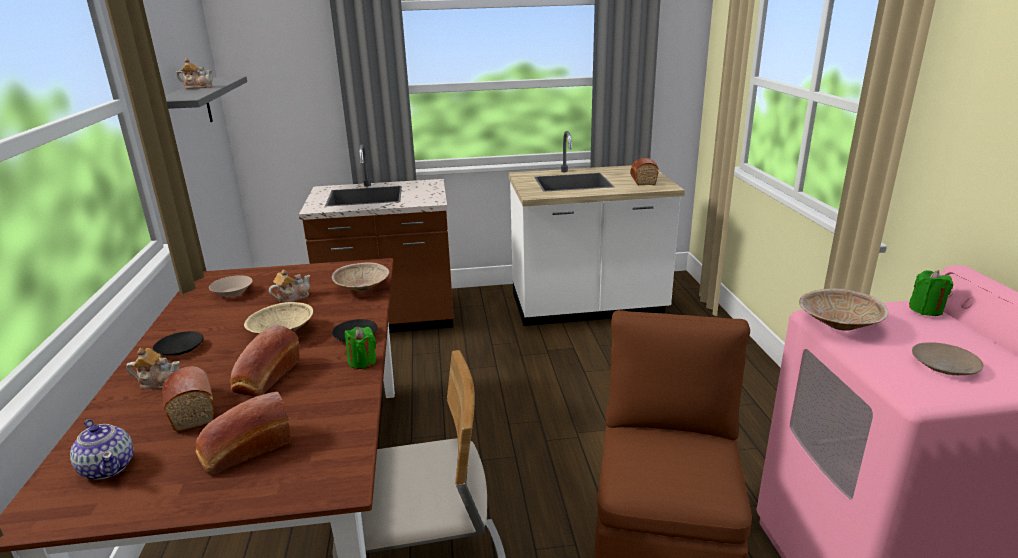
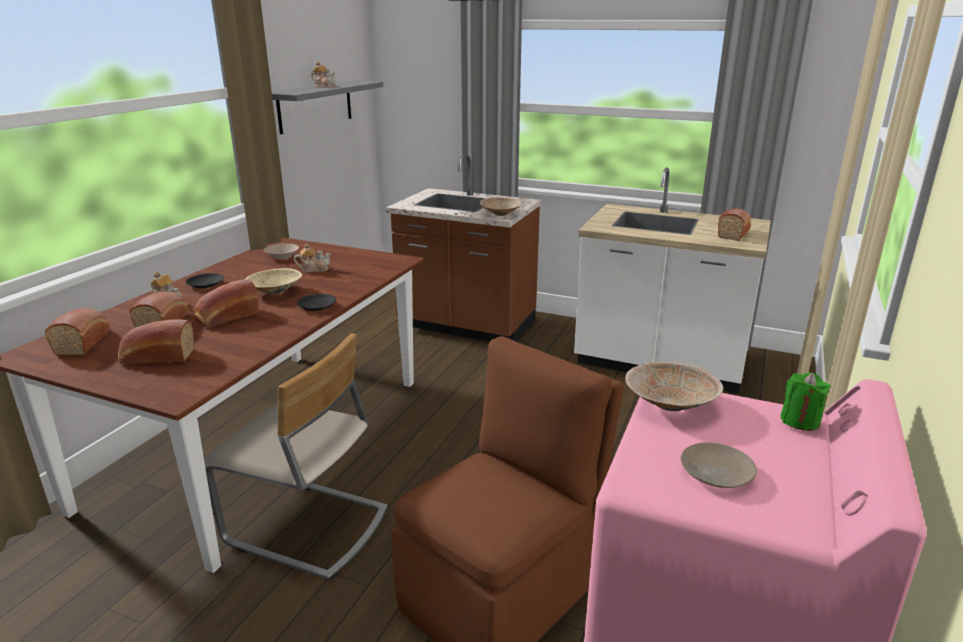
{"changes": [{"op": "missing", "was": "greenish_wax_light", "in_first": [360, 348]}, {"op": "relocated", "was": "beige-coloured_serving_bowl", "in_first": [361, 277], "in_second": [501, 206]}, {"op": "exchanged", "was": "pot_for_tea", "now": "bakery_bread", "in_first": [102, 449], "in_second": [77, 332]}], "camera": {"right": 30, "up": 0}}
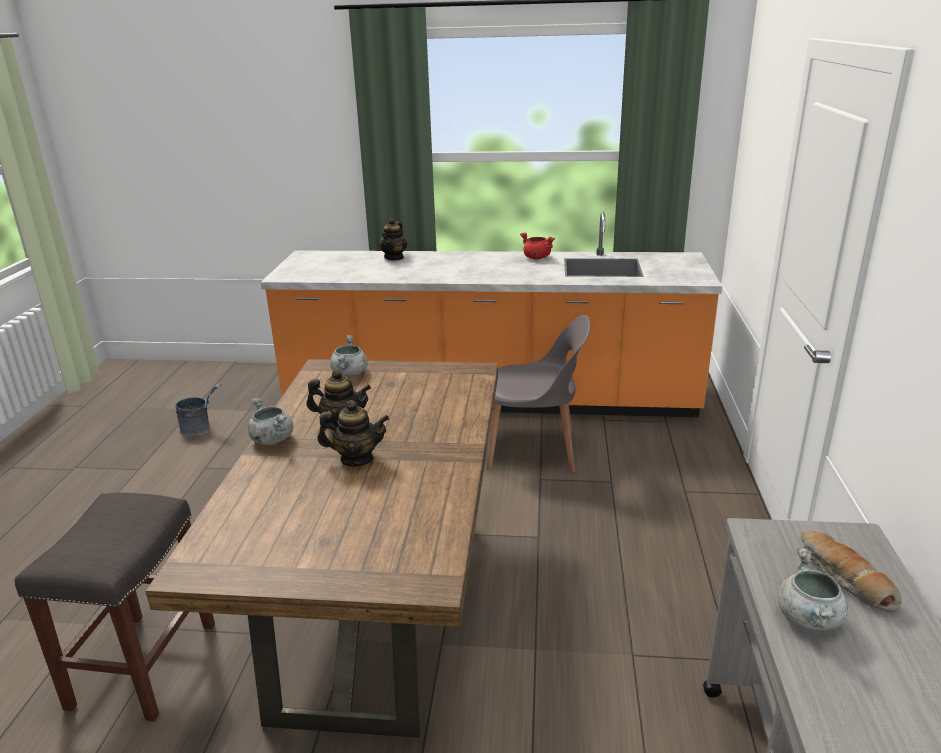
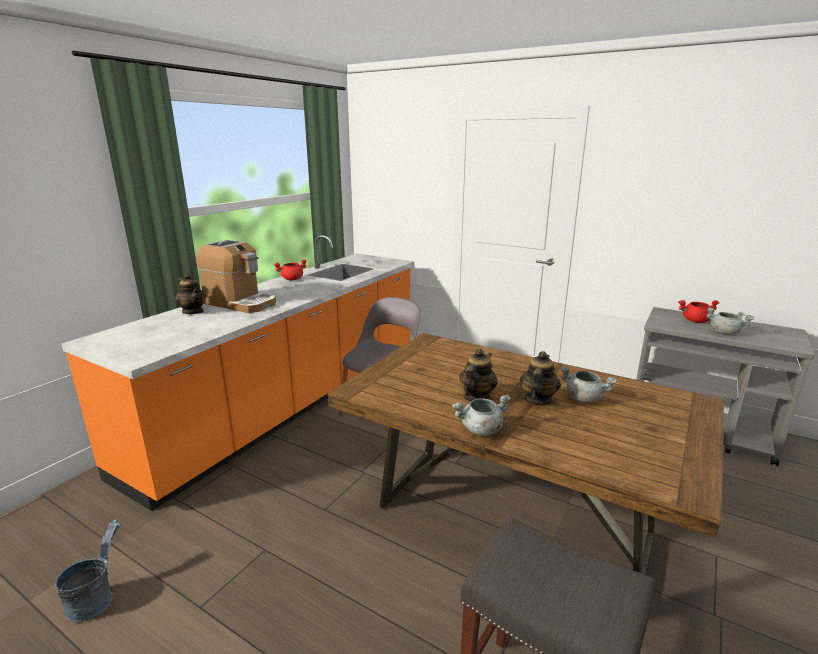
{"changes": [{"op": "appeared", "now": "coffee_machine", "in_second": [236, 276]}, {"op": "relocated", "was": "greyish_cooking_pot", "in_first": [348, 355], "in_second": [589, 384]}, {"op": "exchanged", "was": "bakery_bread", "now": "reddish_cooking_pot", "in_first": [851, 571], "in_second": [699, 311]}], "camera": {"right": -65, "up": -5}}
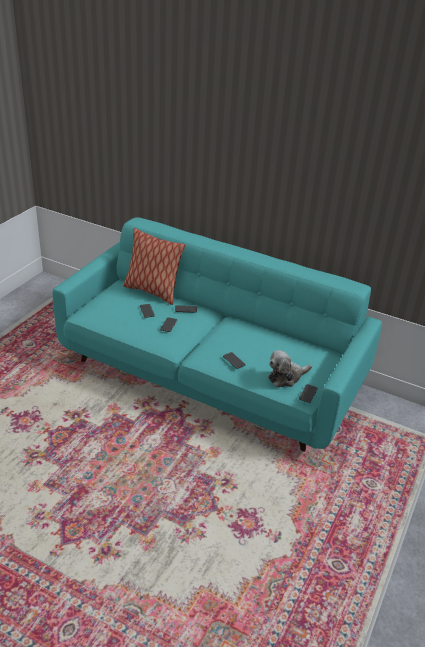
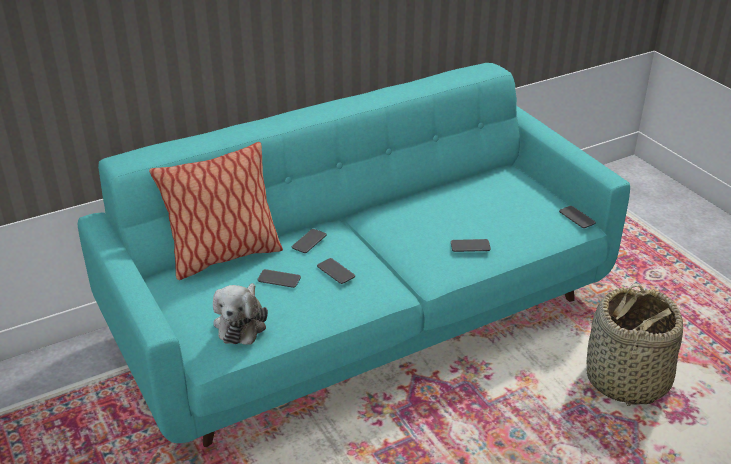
{"changes": [{"op": "appeared", "now": "household_basket", "in_second": [634, 344]}, {"op": "relocated", "was": "soft_toy", "in_first": [290, 368], "in_second": [240, 314]}], "camera": {"right": -55, "up": 0}}
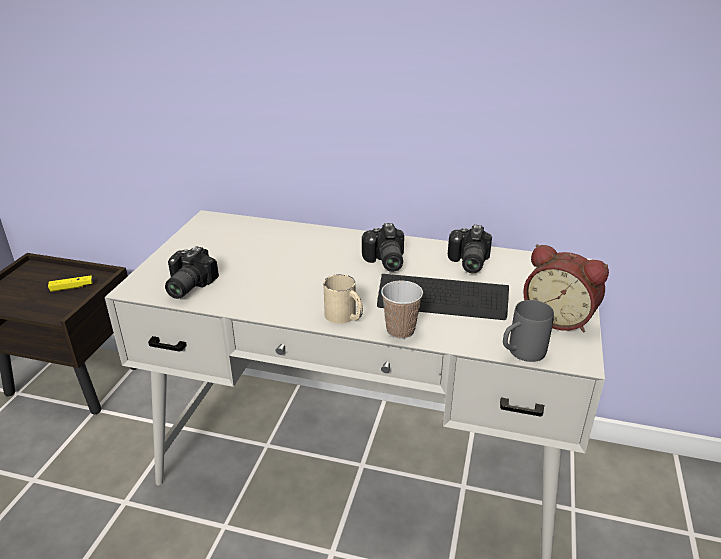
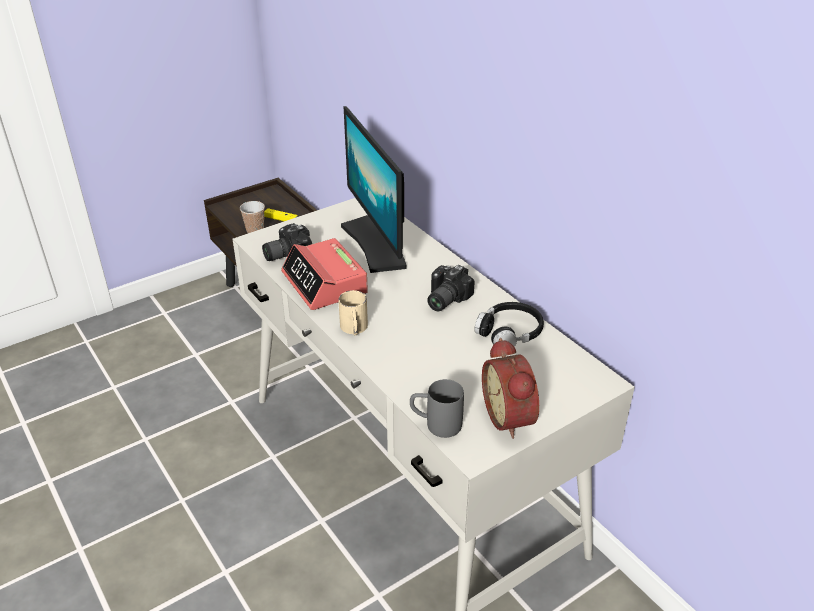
{"changes": [{"op": "missing", "was": "computer_keyboard", "in_first": [443, 297]}, {"op": "appeared", "now": "table_clock", "in_second": [324, 274]}, {"op": "appeared", "now": "monitor", "in_second": [374, 189]}, {"op": "relocated", "was": "small_cup", "in_first": [402, 309], "in_second": [252, 217]}, {"op": "exchanged", "was": "still_camera", "now": "black_headphones", "in_first": [470, 249], "in_second": [509, 324]}], "camera": {"right": 40, "up": 5}}
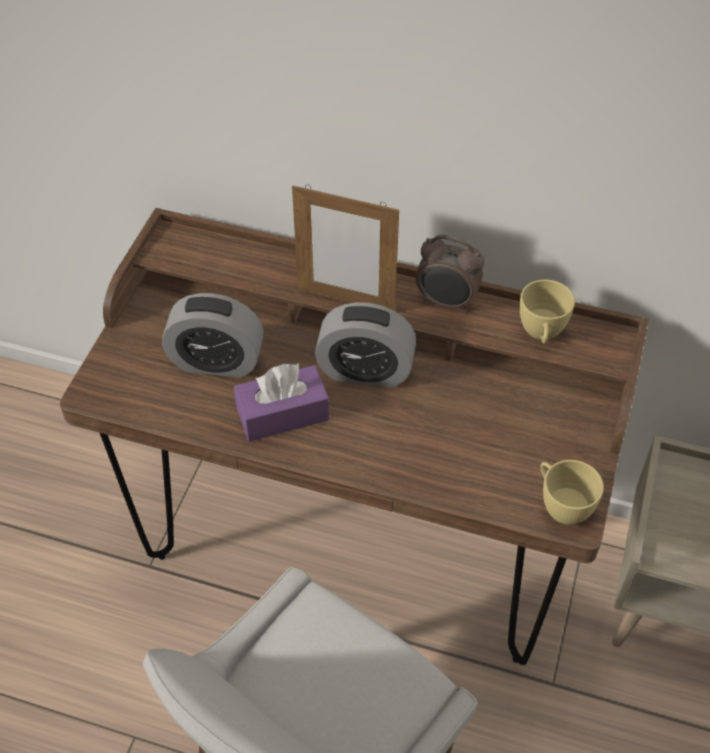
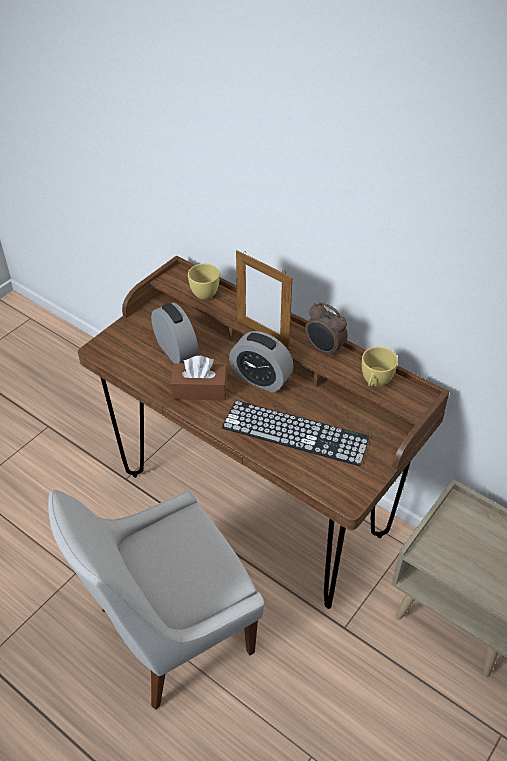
{"changes": [{"op": "appeared", "now": "computer_keyboard", "in_second": [296, 433]}, {"op": "relocated", "was": "yellow-coloured_small_cup", "in_first": [572, 492], "in_second": [204, 282]}, {"op": "colour", "was": "purple-coloured_box_of_tissues", "now": "brownish_box_of_tissues", "in_first": [281, 402], "in_second": [199, 378]}, {"op": "spun", "was": "table_clock", "in_first": [213, 335], "in_second": [174, 333], "clockwise": -150}], "camera": {"right": 20, "up": -5}}
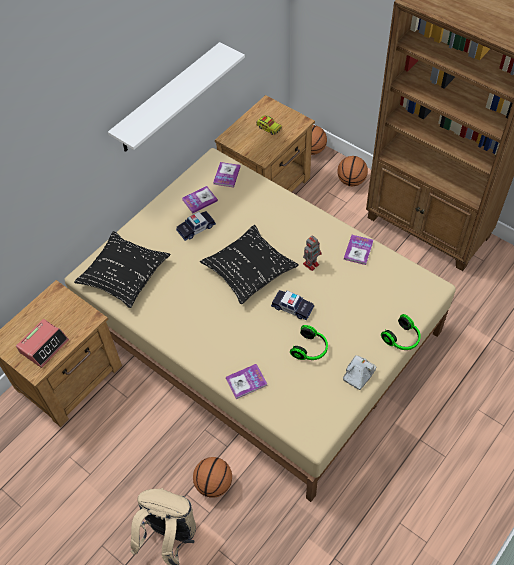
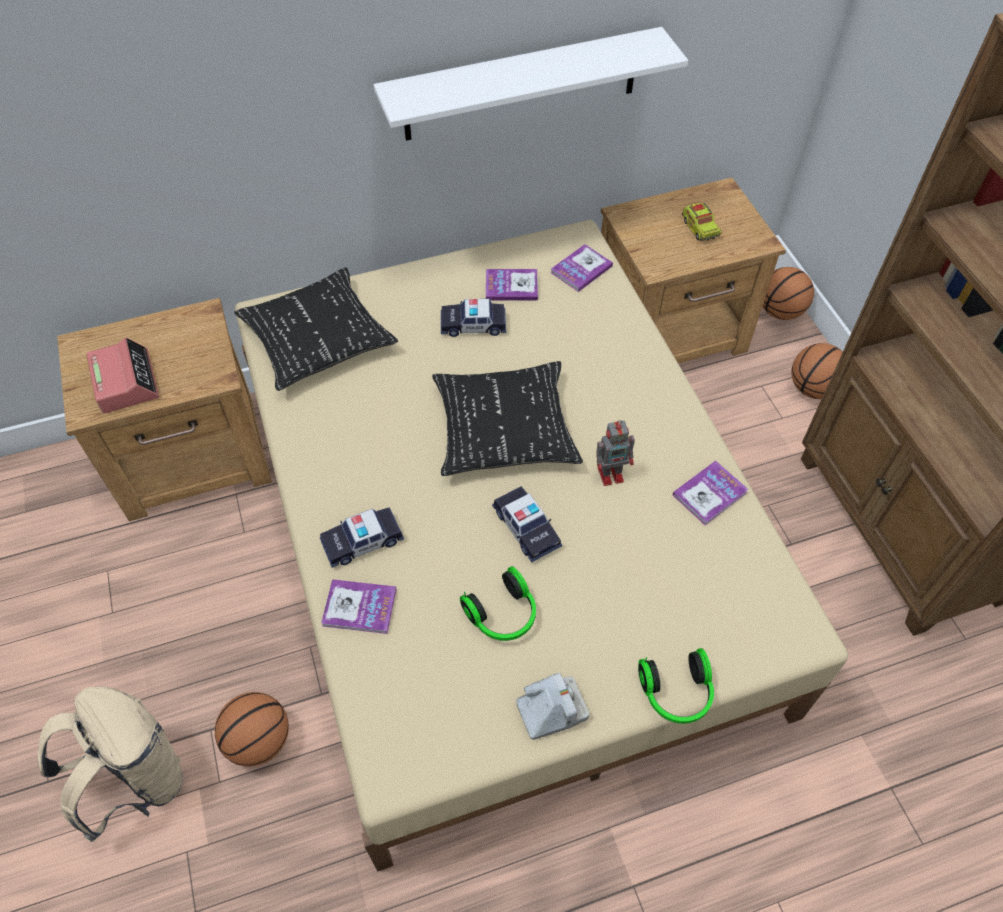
{"changes": [{"op": "appeared", "now": "toy_car", "in_second": [362, 537]}, {"op": "spun", "was": "table_clock", "in_first": [42, 343], "in_second": [122, 376], "clockwise": -90}], "camera": {"right": 30, "up": 0}}
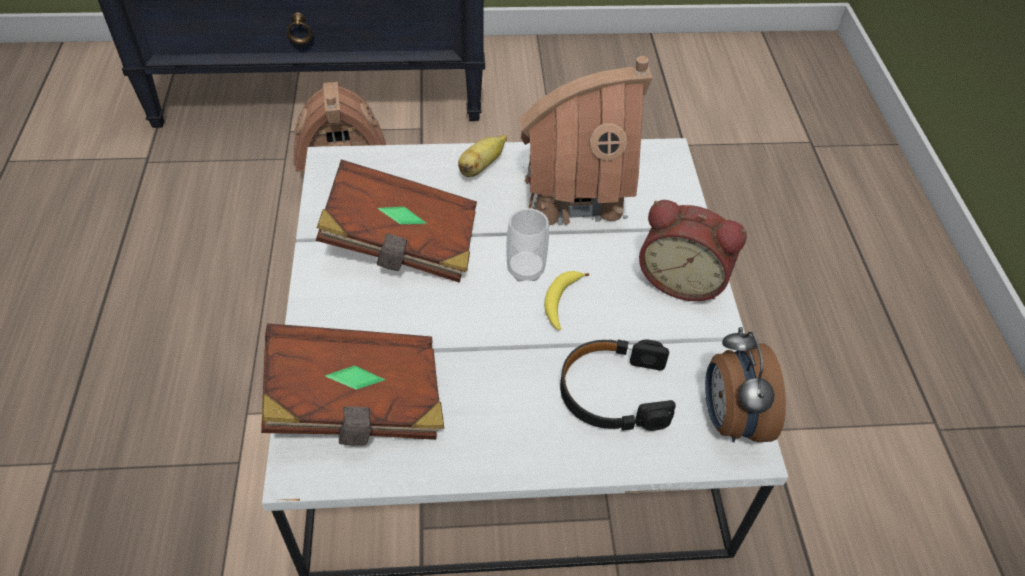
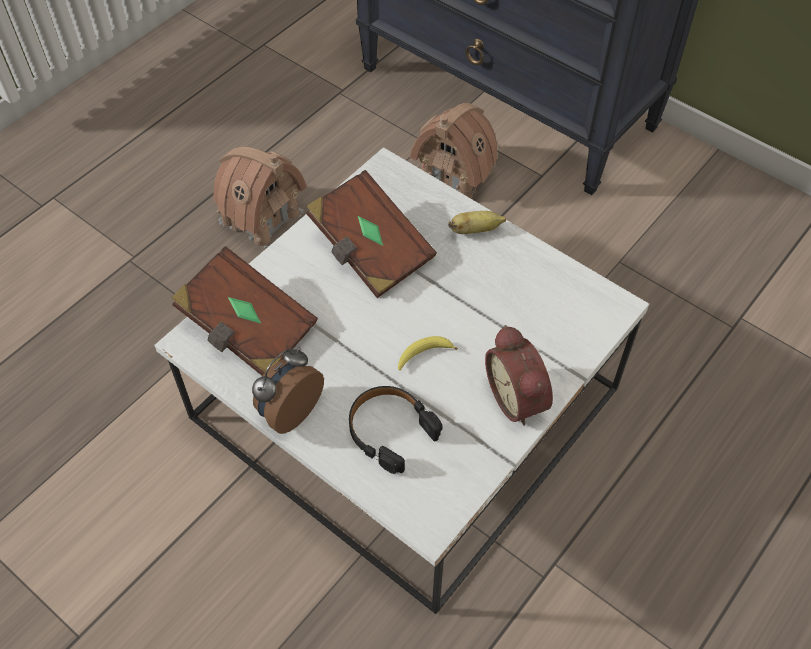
{"changes": [{"op": "missing", "was": "small_cup", "in_first": [527, 245]}, {"op": "relocated", "was": "model_house", "in_first": [586, 144], "in_second": [260, 197]}, {"op": "relocated", "was": "table_clock", "in_first": [745, 385], "in_second": [288, 391]}], "camera": {"right": 45, "up": 5}}
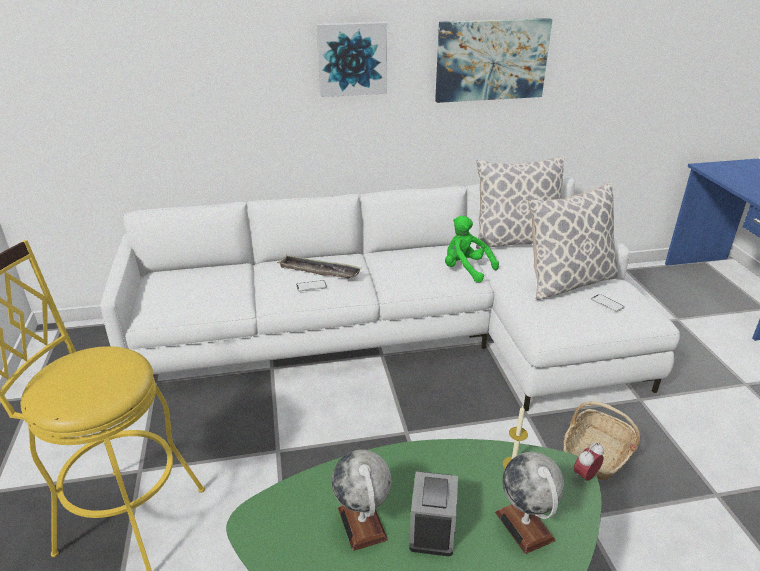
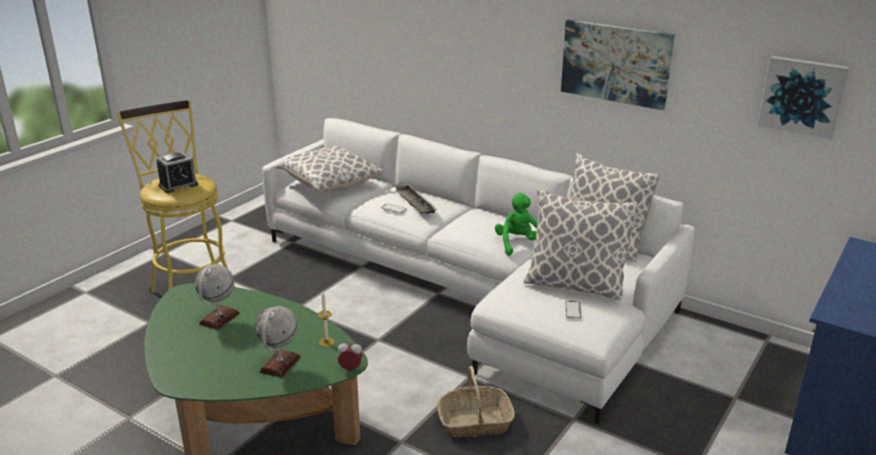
{"changes": [{"op": "appeared", "now": "pillow", "in_second": [329, 169]}, {"op": "relocated", "was": "wall_picture", "in_first": [352, 59], "in_second": [803, 97]}, {"op": "relocated", "was": "table_clock", "in_first": [433, 514], "in_second": [177, 172]}], "camera": {"right": 45, "up": -5}}
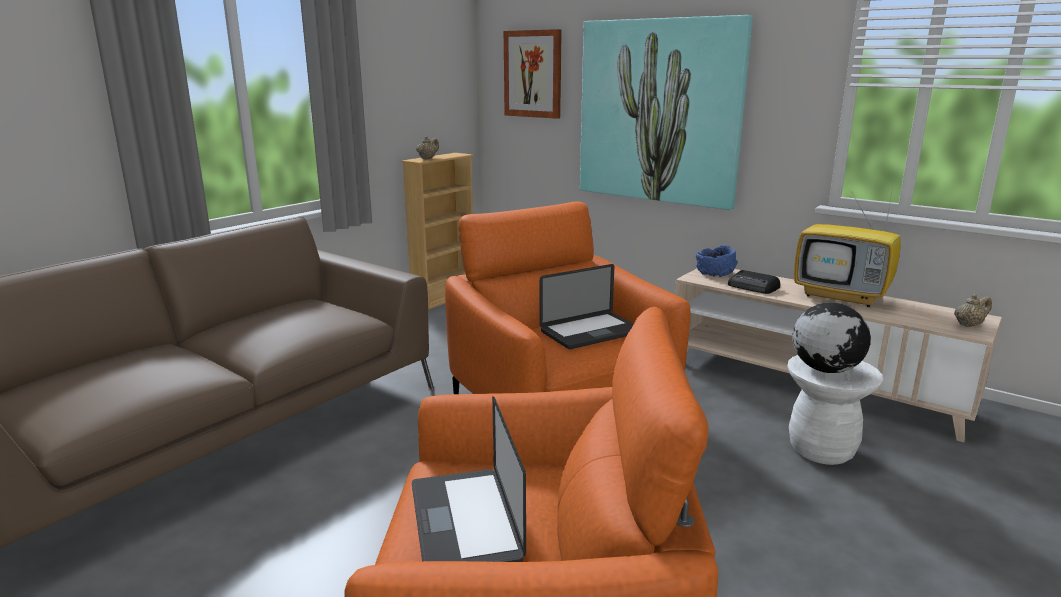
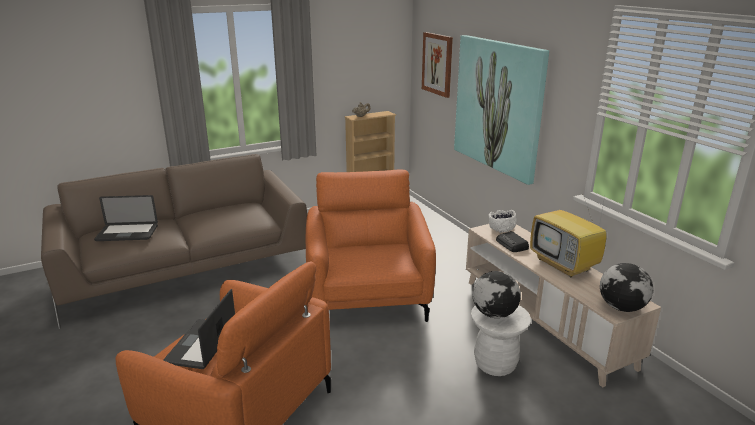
{"changes": [{"op": "relocated", "was": "portable_computer", "in_first": [586, 306], "in_second": [126, 218]}, {"op": "exchanged", "was": "beige-coloured_pot_for_tea", "now": "desk_globe", "in_first": [973, 310], "in_second": [626, 287]}, {"op": "colour", "was": "bluish_serving_bowl", "now": "white_serving_bowl", "in_first": [717, 261], "in_second": [503, 221]}], "camera": {"right": 25, "up": 5}}
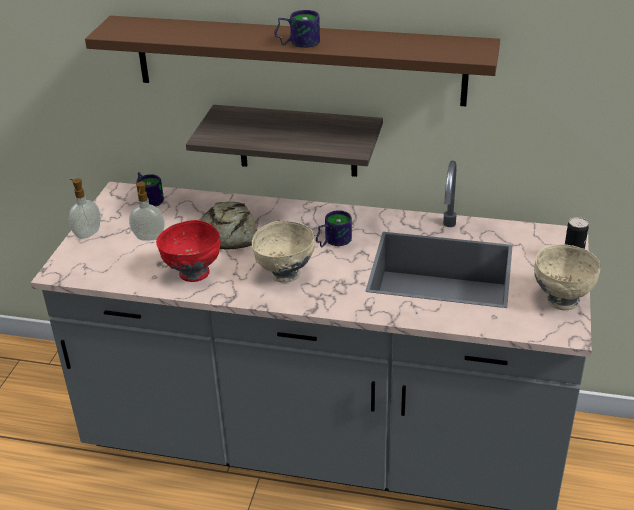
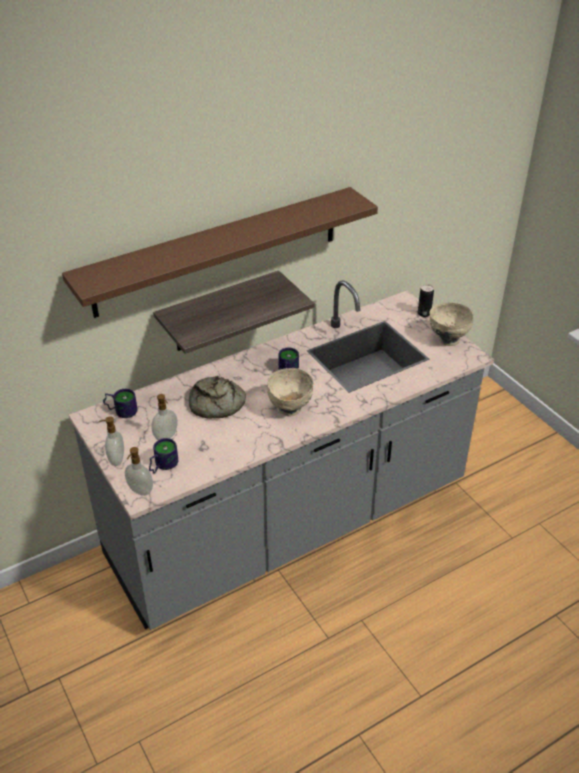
{"changes": [{"op": "missing", "was": "reddish_serving_bowl", "in_first": [188, 251]}, {"op": "appeared", "now": "soap_dispenser", "in_second": [139, 471]}, {"op": "relocated", "was": "coffee_mug", "in_first": [297, 29], "in_second": [163, 456]}], "camera": {"right": -45, "up": 5}}
